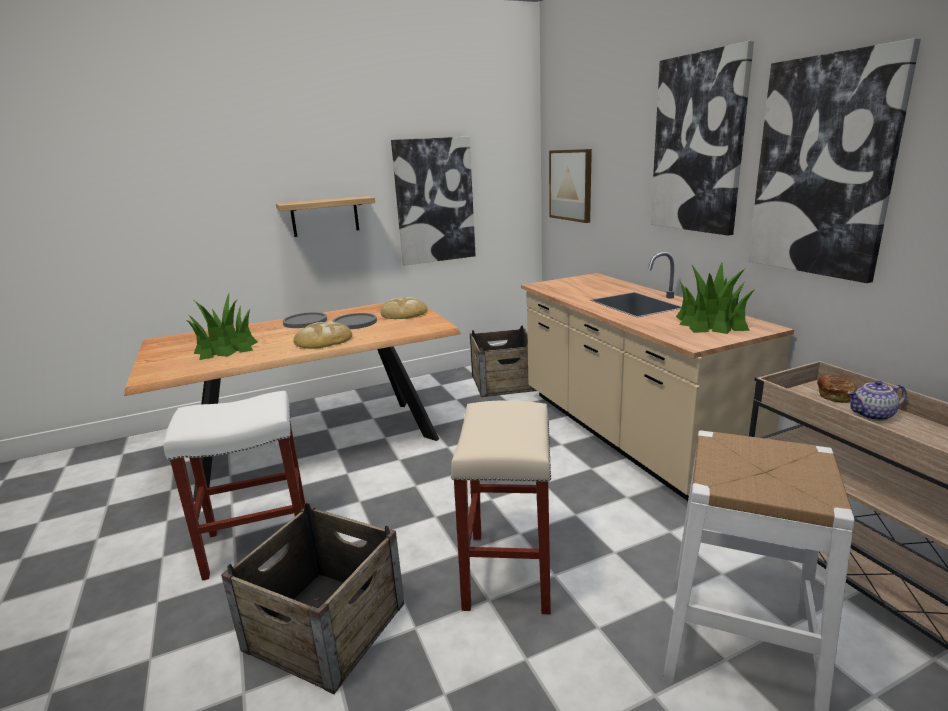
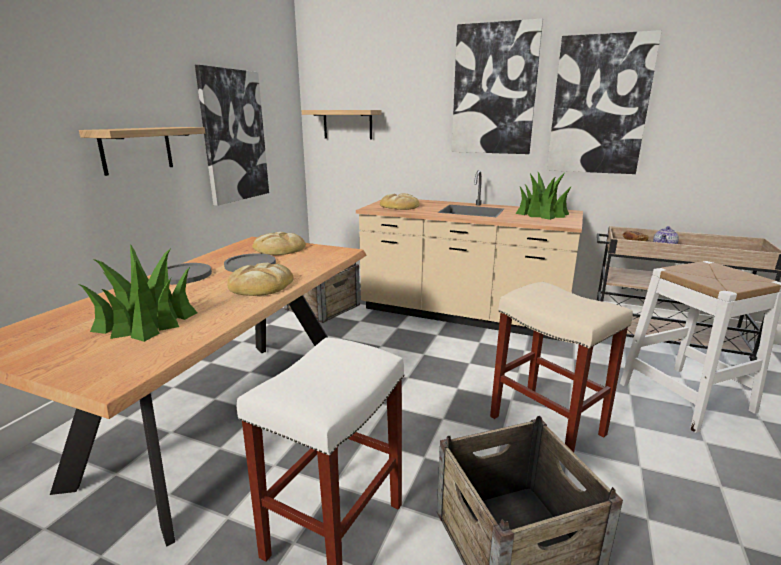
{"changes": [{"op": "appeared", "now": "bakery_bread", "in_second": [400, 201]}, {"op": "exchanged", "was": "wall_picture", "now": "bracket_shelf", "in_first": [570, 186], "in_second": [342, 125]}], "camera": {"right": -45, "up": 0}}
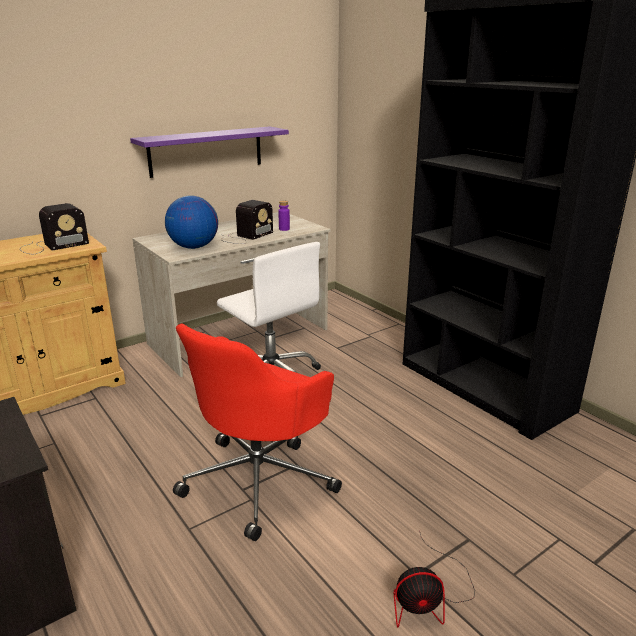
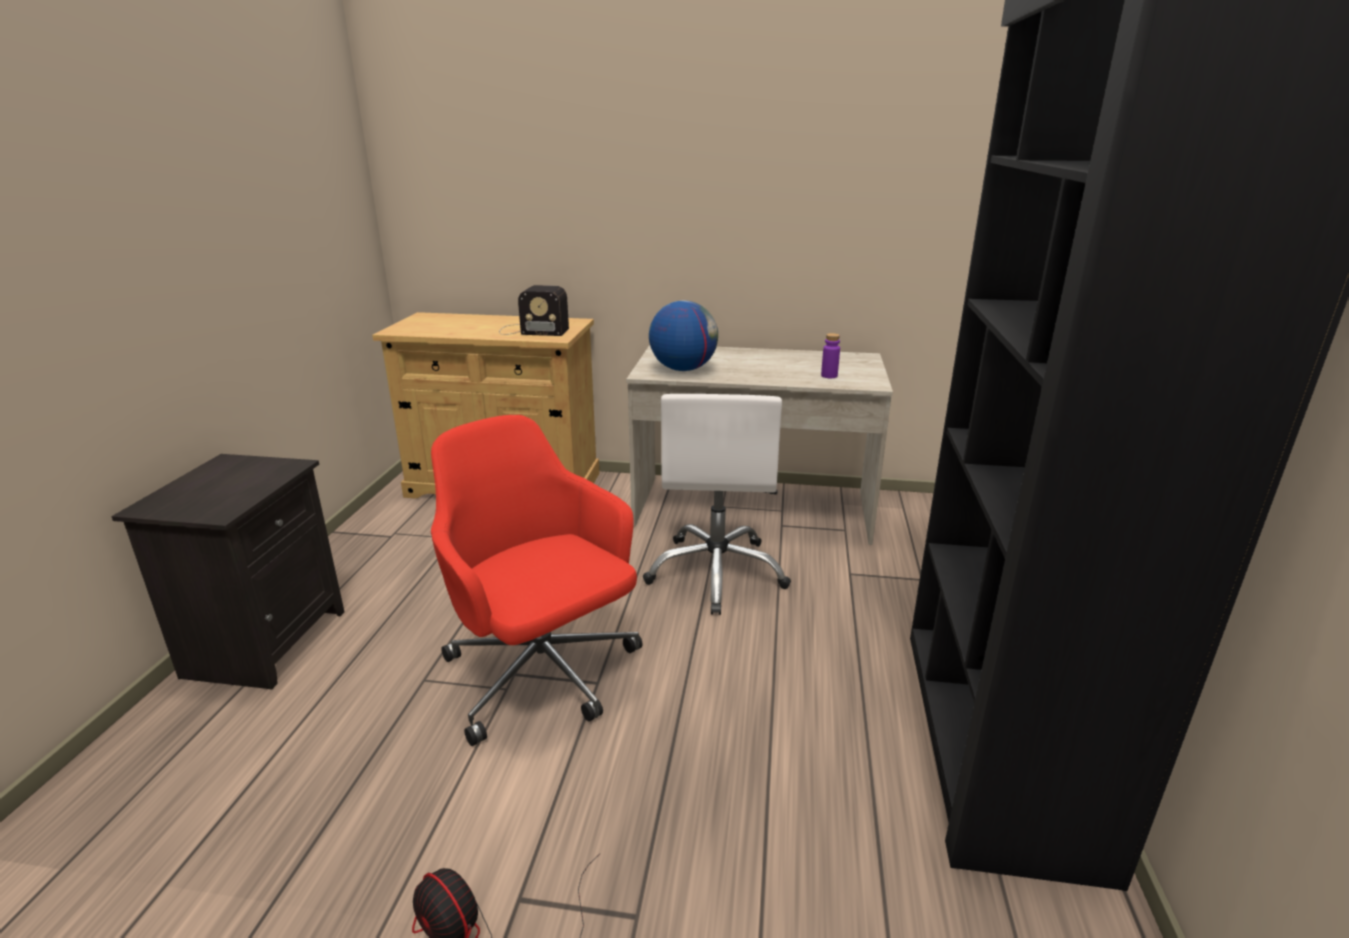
{"changes": [{"op": "missing", "was": "purple-coloured_bracket_shelf", "in_first": [209, 152]}, {"op": "missing", "was": "radio_set", "in_first": [247, 222]}, {"op": "spun", "was": "reddish_desk_chair", "in_first": [257, 432], "in_second": [536, 580], "clockwise": 60}], "camera": {"right": 45, "up": 0}}
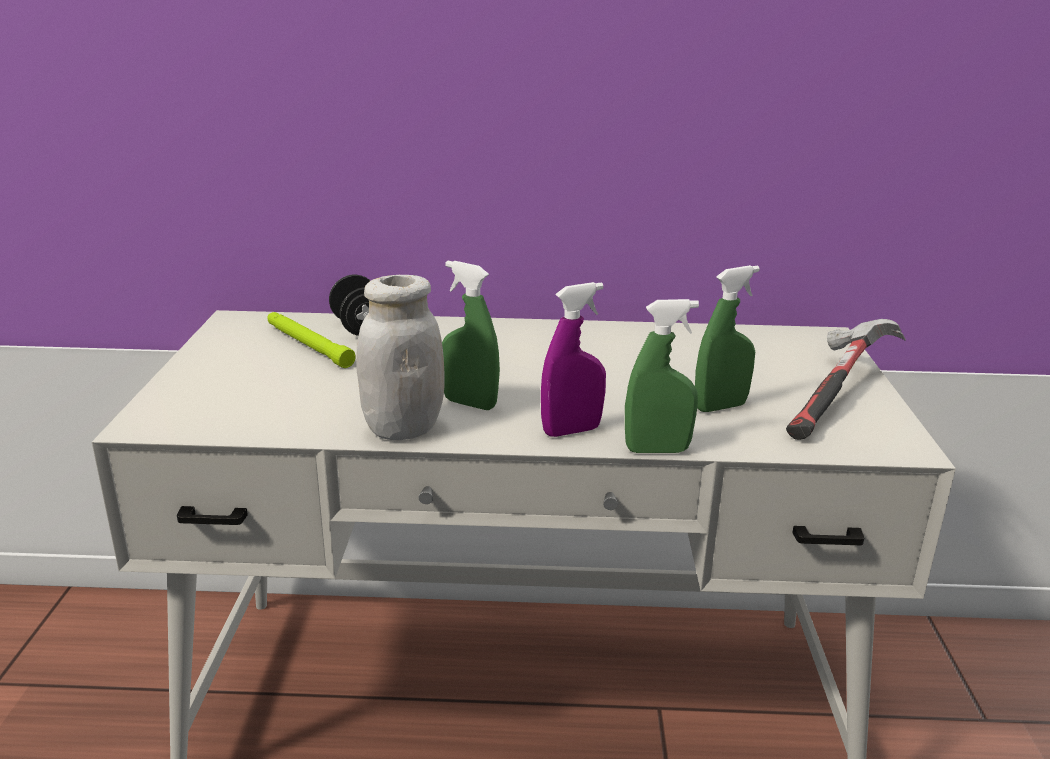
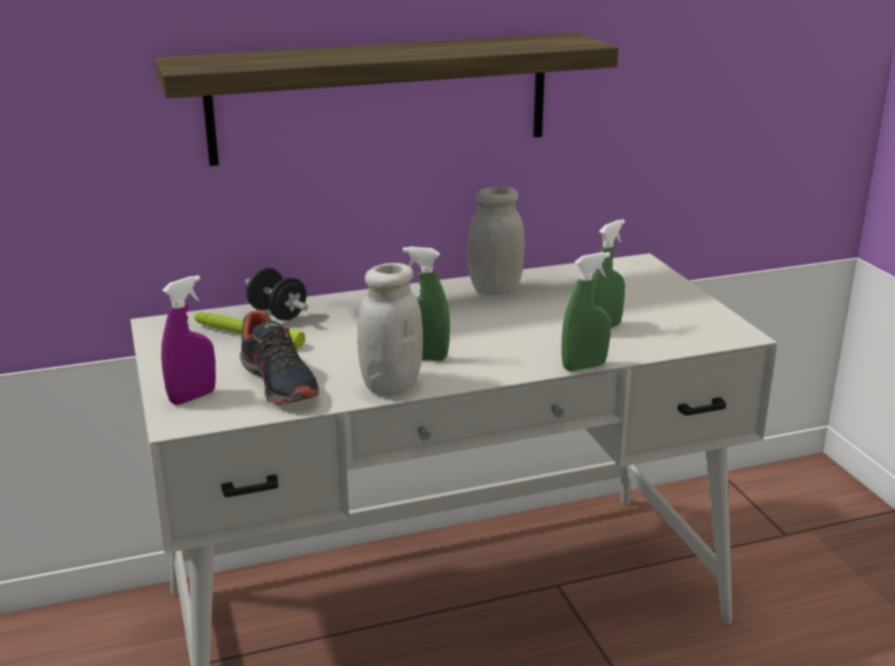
{"changes": [{"op": "missing", "was": "hand_hammer", "in_first": [846, 379]}, {"op": "appeared", "now": "bracket_shelf", "in_second": [387, 99]}, {"op": "appeared", "now": "low_shoe", "in_second": [279, 357]}, {"op": "appeared", "now": "white_preserve_jar", "in_second": [496, 240]}, {"op": "relocated", "was": "purple-coloured_spray_bottle", "in_first": [573, 359], "in_second": [188, 340]}], "camera": {"right": -20, "up": 0}}
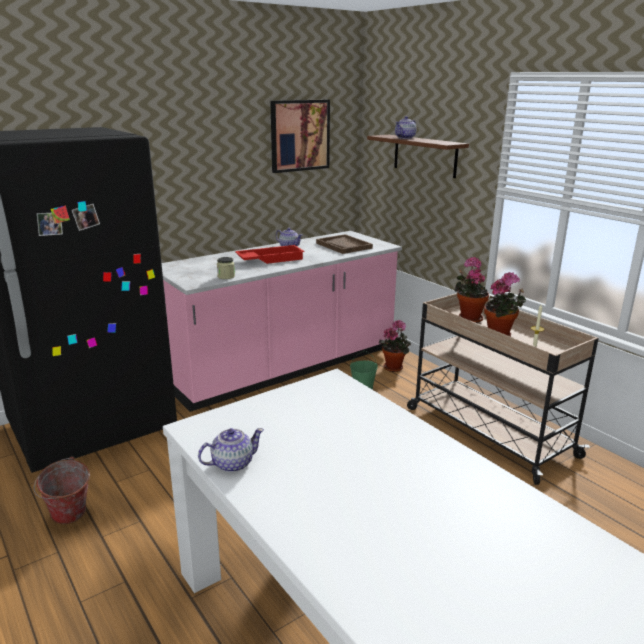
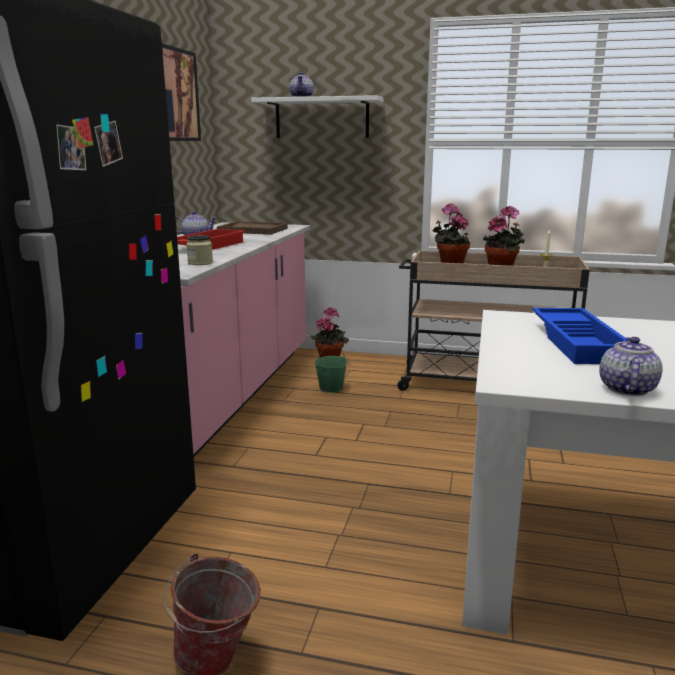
{"changes": [{"op": "appeared", "now": "bluish_tray", "in_second": [579, 336]}, {"op": "colour", "was": "brownish_bracket_shelf", "now": "white_bracket_shelf", "in_first": [418, 156], "in_second": [317, 116]}], "camera": {"right": -40, "up": -5}}
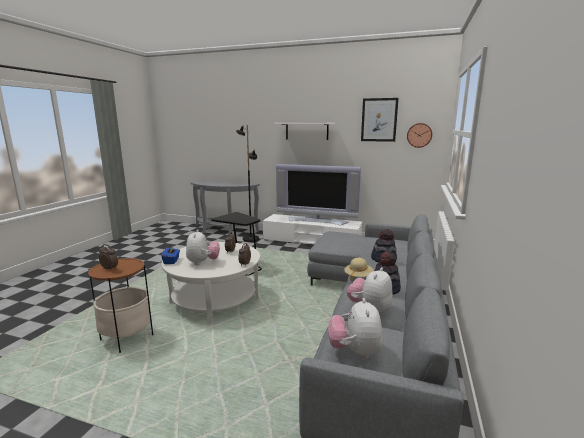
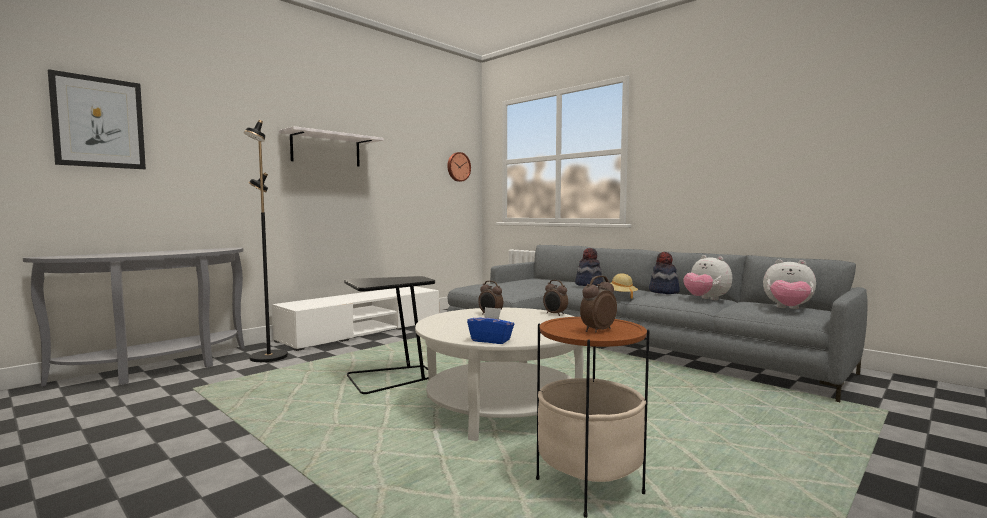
{"changes": [{"op": "missing", "was": "soft_toy", "in_first": [203, 247]}, {"op": "missing", "was": "TV_set", "in_first": [318, 194]}, {"op": "relocated", "was": "wall_picture", "in_first": [380, 120], "in_second": [97, 119]}], "camera": {"right": -65, "up": -10}}
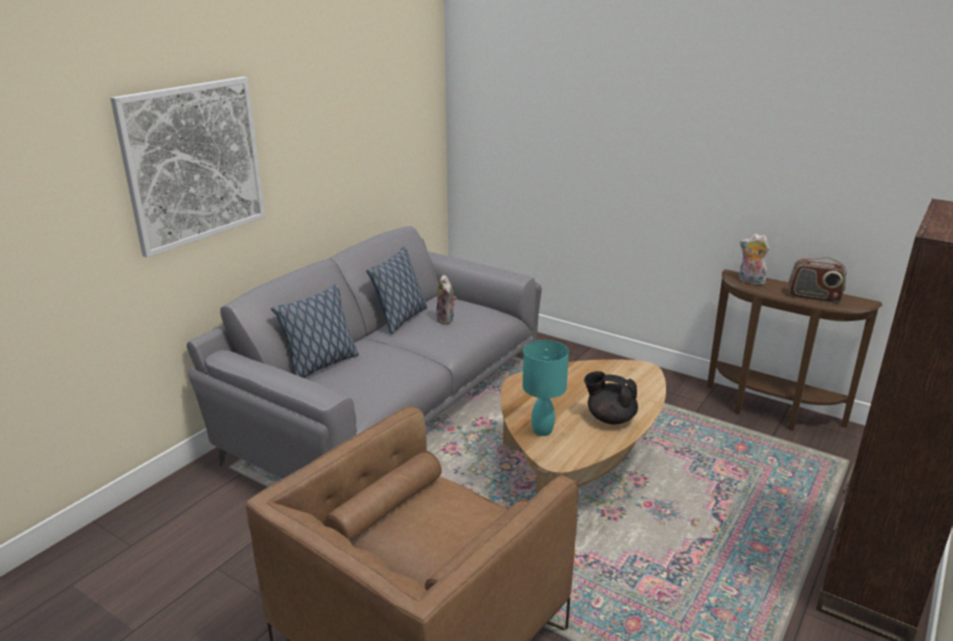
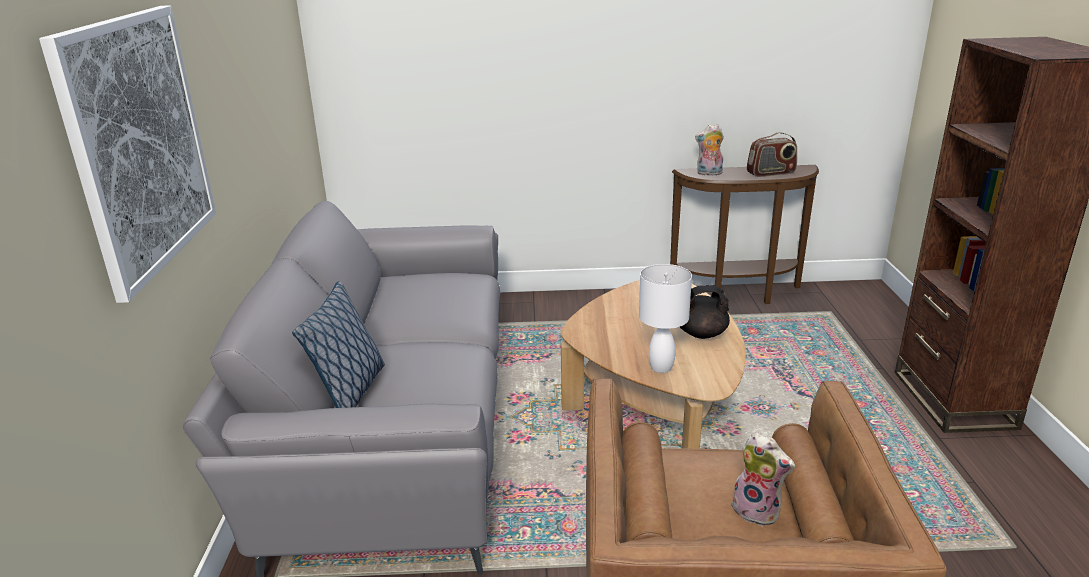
{"changes": [{"op": "missing", "was": "pillow", "in_first": [396, 290]}, {"op": "relocated", "was": "soft_toy", "in_first": [446, 300], "in_second": [763, 479]}, {"op": "colour", "was": "blue-green_tabletop_lamp", "now": "white_tabletop_lamp", "in_first": [546, 388], "in_second": [665, 318]}], "camera": {"right": -35, "up": 0}}
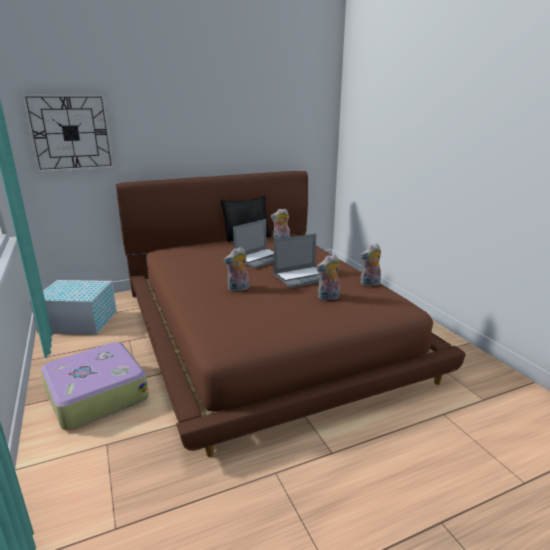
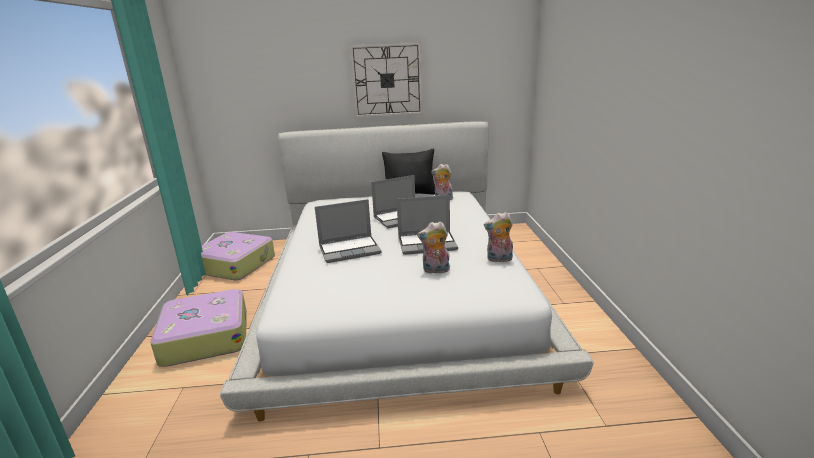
{"changes": [{"op": "relocated", "was": "clock_on_the_wall", "in_first": [68, 133], "in_second": [386, 80]}, {"op": "exchanged", "was": "white_storage_bin", "now": "travel_case", "in_first": [73, 307], "in_second": [238, 256]}, {"op": "exchanged", "was": "soft_toy", "now": "portable_computer", "in_first": [236, 269], "in_second": [348, 231]}, {"op": "colour", "was": "brownish_sleeping_bed", "now": "white_sleeping_bed", "in_first": [291, 314], "in_second": [407, 271]}], "camera": {"right": 20, "up": 0}}
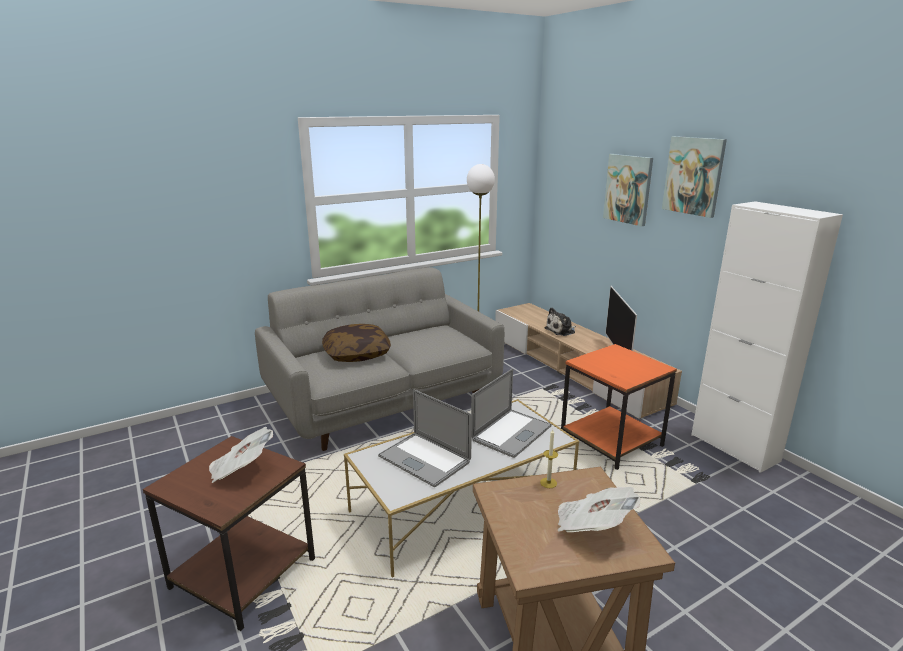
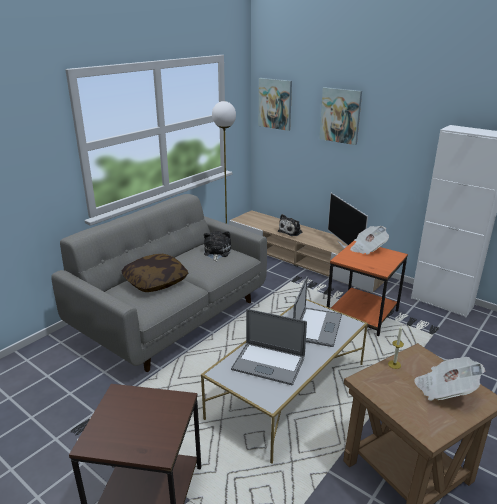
{"changes": [{"op": "appeared", "now": "soft_toy", "in_second": [217, 246]}, {"op": "relocated", "was": "daily_paper", "in_first": [241, 455], "in_second": [369, 240]}, {"op": "relocated", "was": "wall_picture", "in_first": [694, 177], "in_second": [275, 104]}], "camera": {"right": -20, "up": 5}}
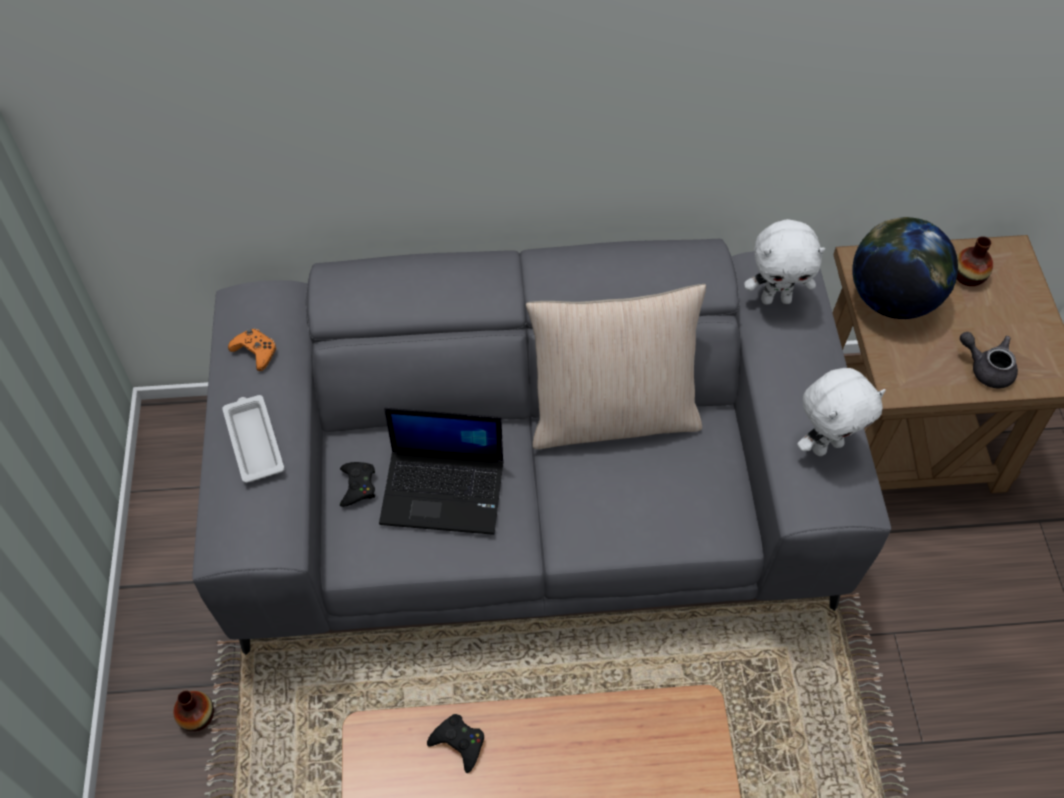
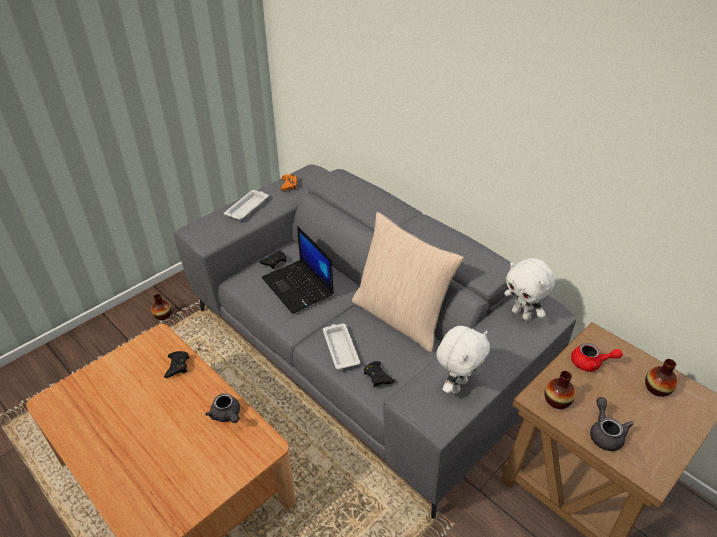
{"changes": [{"op": "appeared", "now": "greyish_pot_for_tea", "in_second": [222, 408]}, {"op": "appeared", "now": "white_tray", "in_second": [341, 347]}, {"op": "appeared", "now": "black_gamepad", "in_second": [379, 374]}, {"op": "appeared", "now": "decorative_vase", "in_second": [559, 390]}, {"op": "exchanged", "was": "desk_globe", "now": "reddish_pot_for_tea", "in_first": [905, 268], "in_second": [597, 357]}, {"op": "spun", "was": "white_soft_toy", "in_first": [841, 412], "in_second": [463, 360], "clockwise": -75}], "camera": {"right": 50, "up": -15}}
